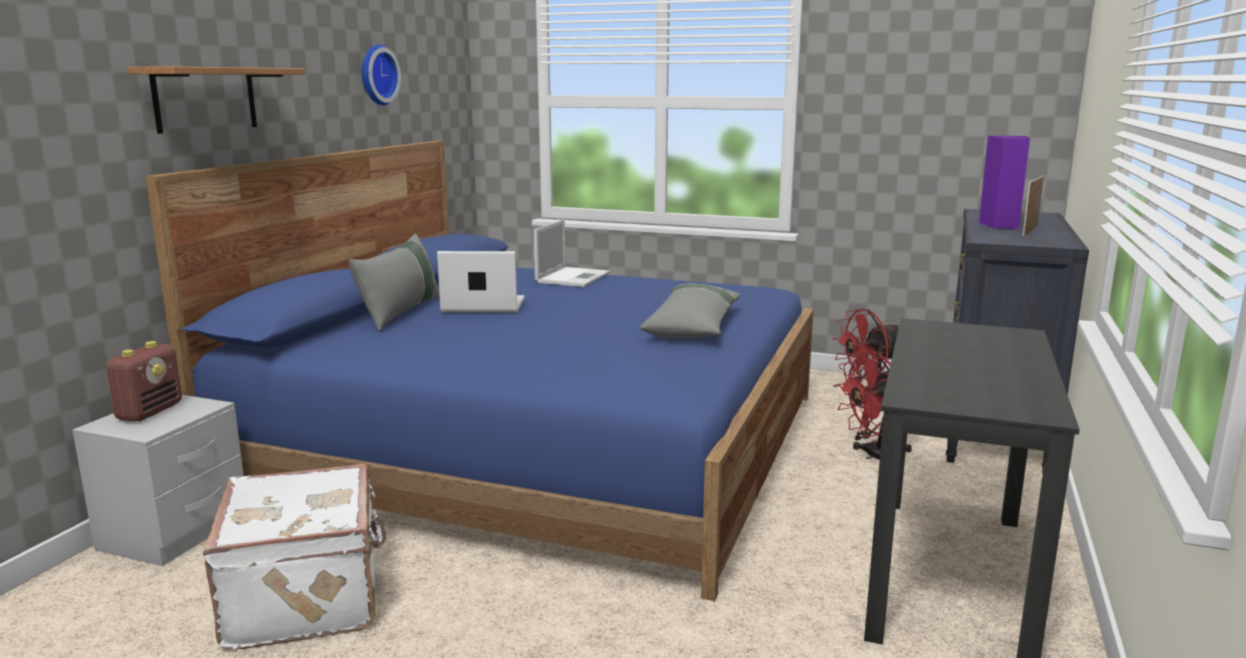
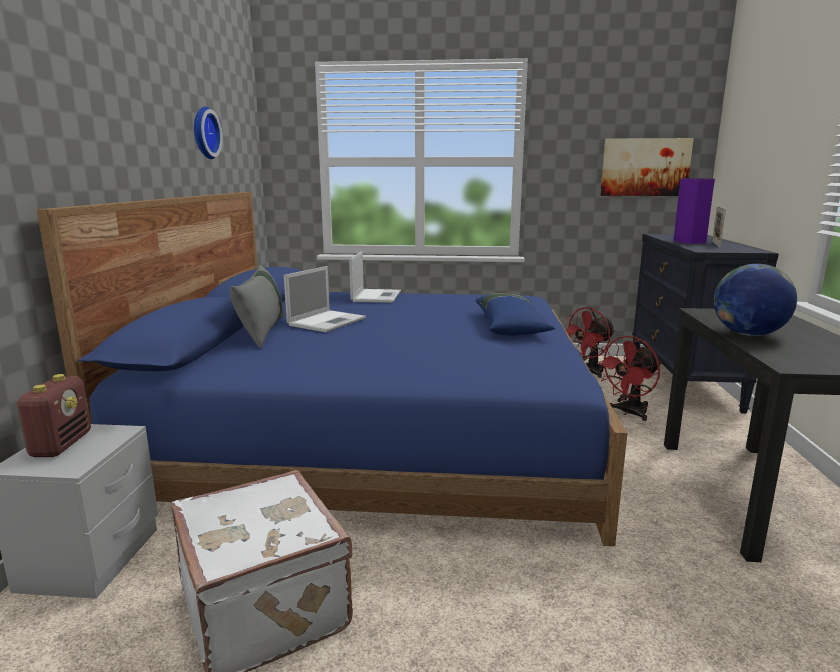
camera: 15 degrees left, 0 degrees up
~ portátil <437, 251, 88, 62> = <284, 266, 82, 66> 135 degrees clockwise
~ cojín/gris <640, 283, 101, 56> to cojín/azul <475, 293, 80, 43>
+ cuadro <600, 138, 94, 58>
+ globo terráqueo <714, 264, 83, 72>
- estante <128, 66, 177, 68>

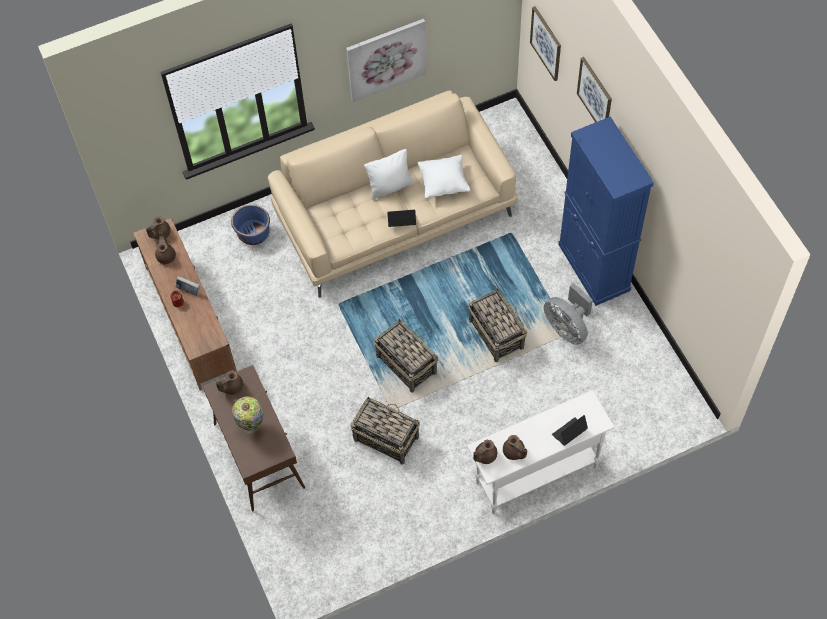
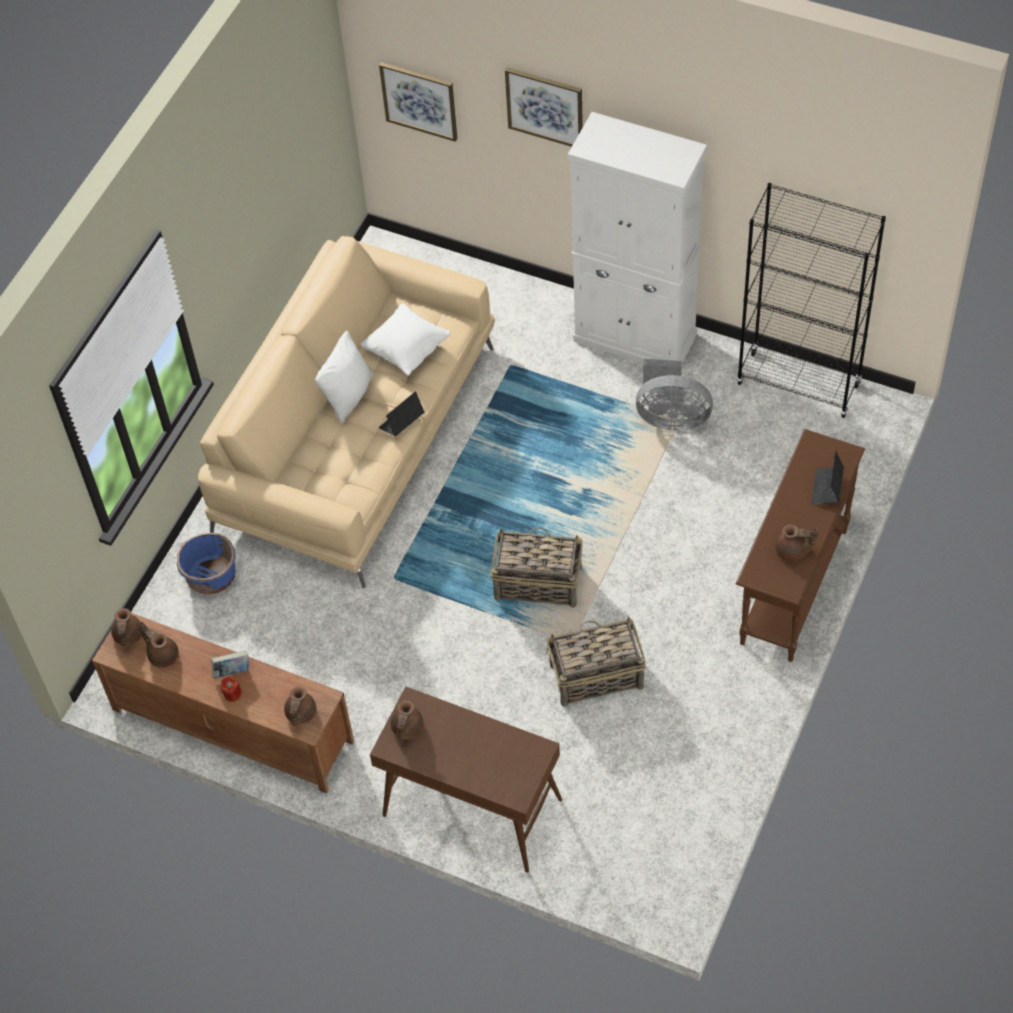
camera: 40 degrees left, 5 degrees down
~ tetera/marrón <473, 440, 24, 24> to <284, 686, 32, 40>
~ armario/azul <558, 117, 96, 189> to armario/blanco <568, 112, 139, 251>
+ estantería/negro <736, 183, 150, 235>
~ mesa consola/blanco <467, 390, 148, 124> to mesa consola/marrón <736, 429, 129, 233>
- lámpara de mesa <232, 396, 31, 38>
- cuadro <346, 19, 81, 83>
- cesta <468, 288, 59, 74>

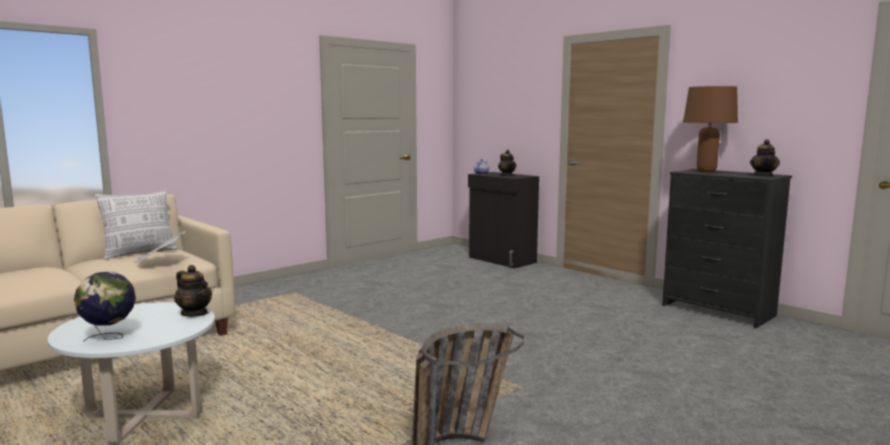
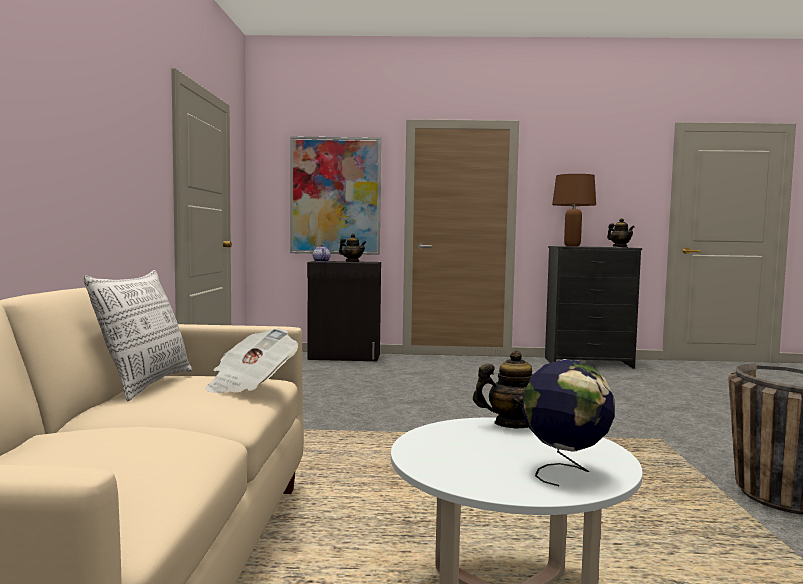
camera: 45 degrees left, 5 degrees down
+ cuadro <290, 136, 91, 119>

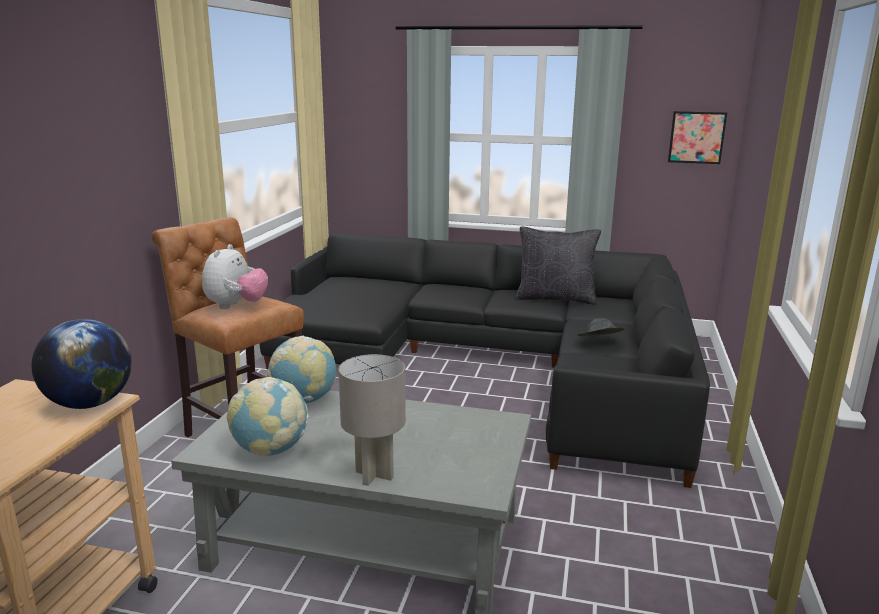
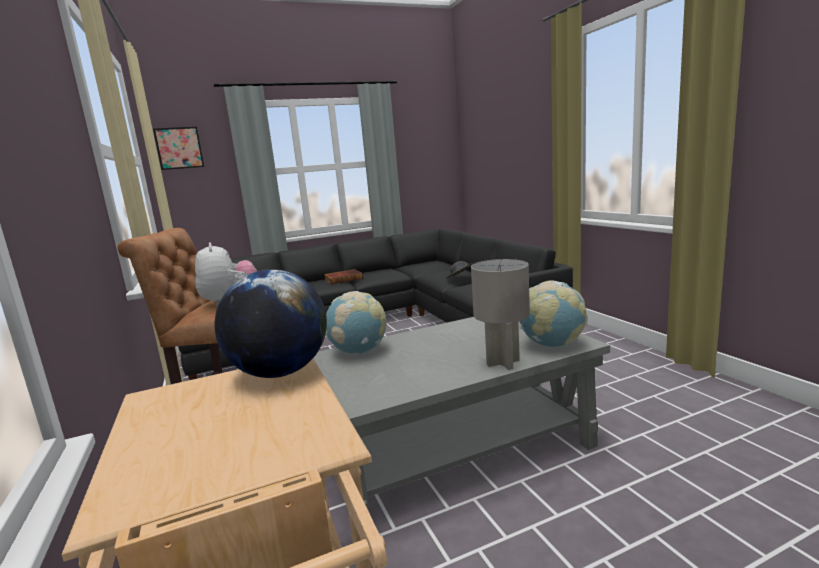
camera: 35 degrees left, 5 degrees down
~ cuadro <668, 111, 59, 53> to <153, 127, 51, 43>
+ libro <324, 269, 39, 15>
~ globo terráqueo <227, 377, 82, 79> to <520, 281, 68, 66>
- cojín/negro <515, 226, 86, 79>

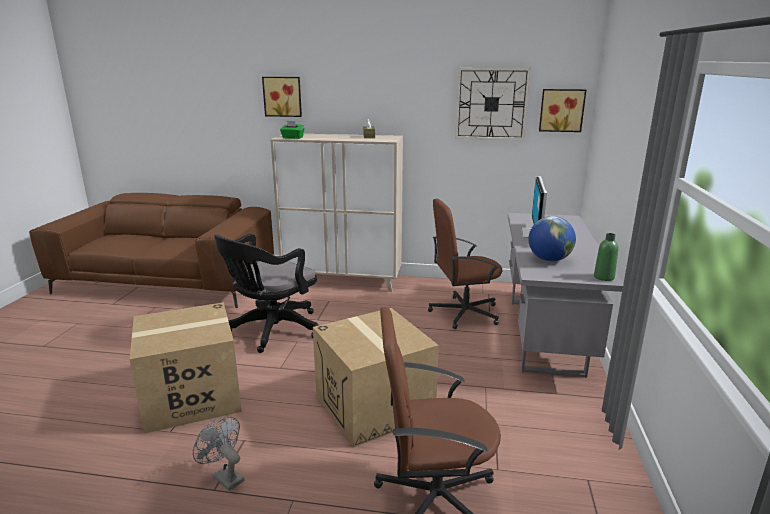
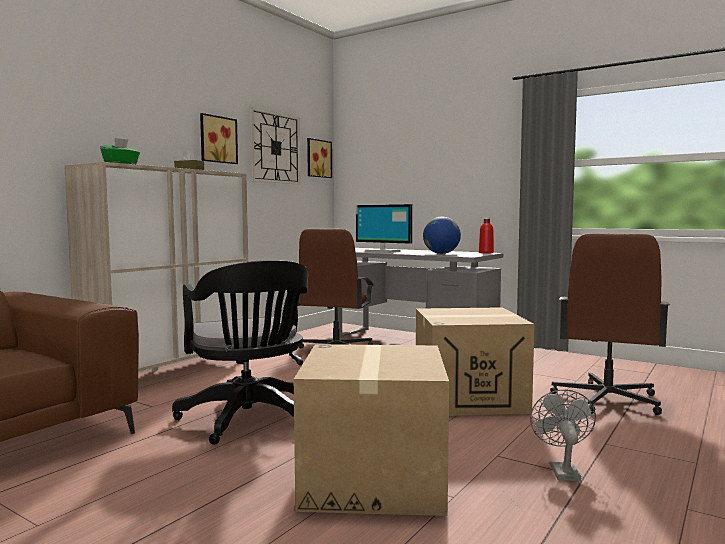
camera: 65 degrees left, 15 degrees down
~ cuadro <262, 77, 40, 40> to <200, 113, 38, 51>
~ botella/verde <594, 233, 24, 48> to botella/rojo <479, 219, 15, 34>
~ ventilador/gris <193, 417, 51, 74> = <530, 390, 66, 91> 120 degrees clockwise

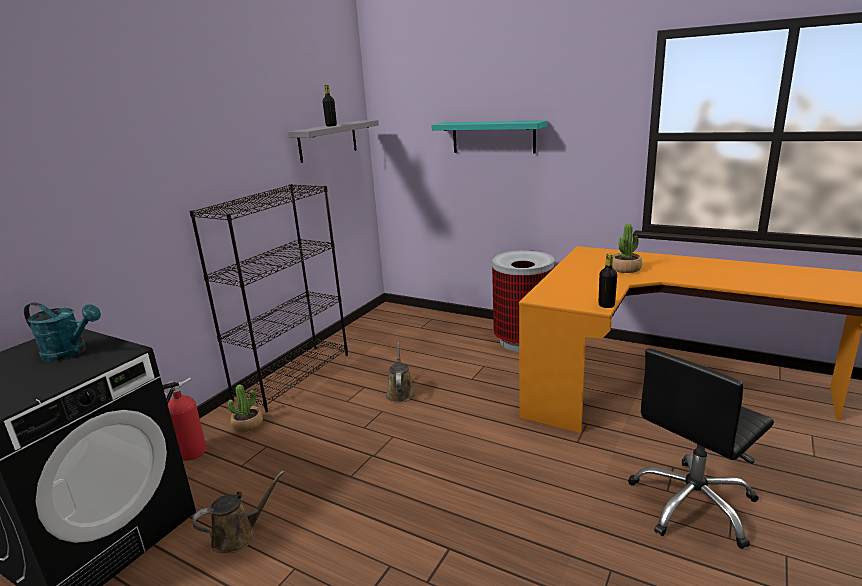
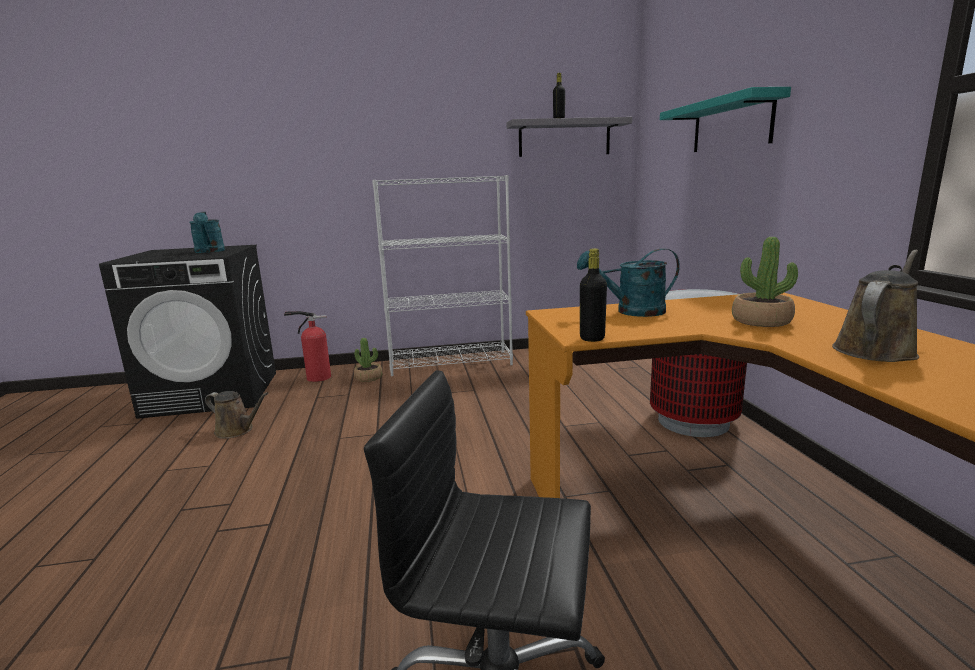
camera: 50 degrees right, 5 degrees down
~ estantería/negro <190, 184, 158, 229> to estantería/blanco <372, 175, 141, 201>
+ regadera/turquesa <577, 248, 103, 69>
~ regadera/marrón <386, 342, 30, 61> to <832, 250, 87, 112>

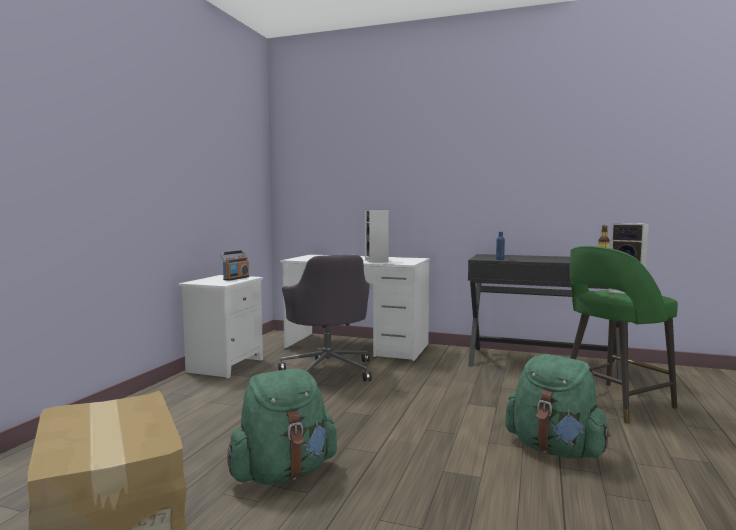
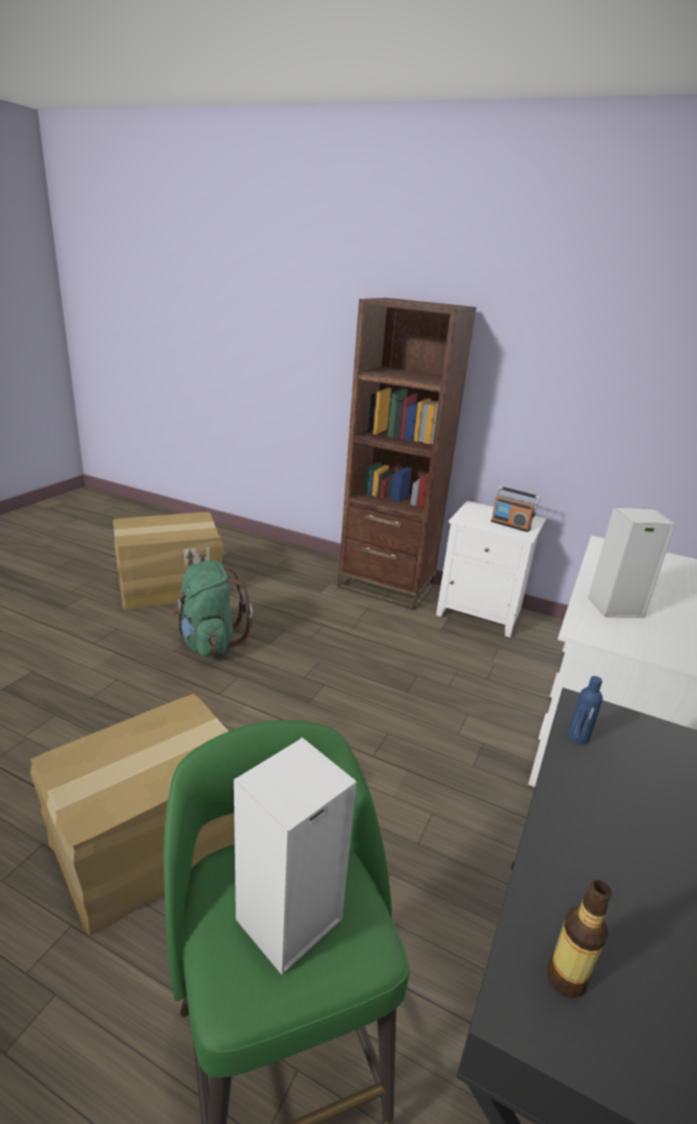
camera: 95 degrees right, 20 degrees up
~ mochila/verde <505, 354, 106, 105> to caja de cartón <30, 694, 205, 242>
+ estantería/marrón <337, 298, 140, 312>
- silla de oficina/gris <278, 255, 94, 127>

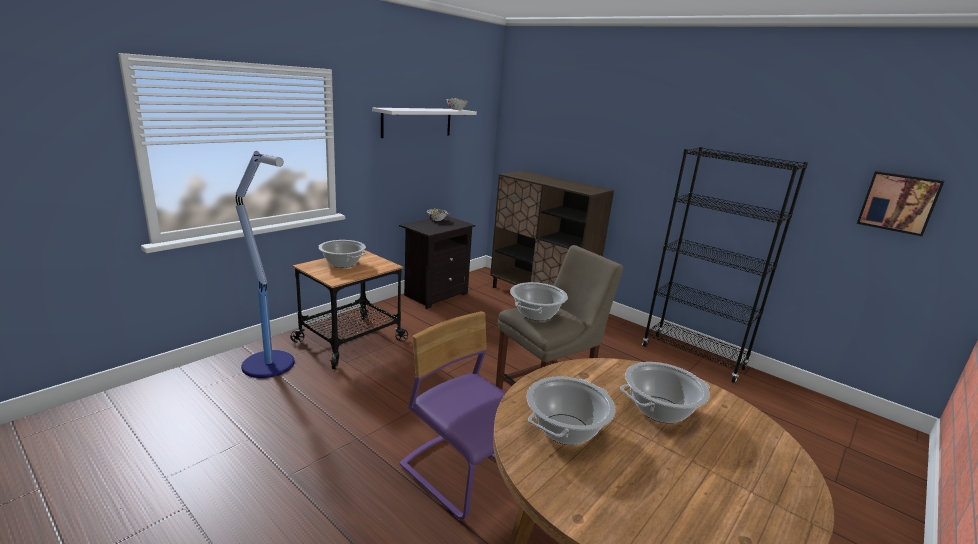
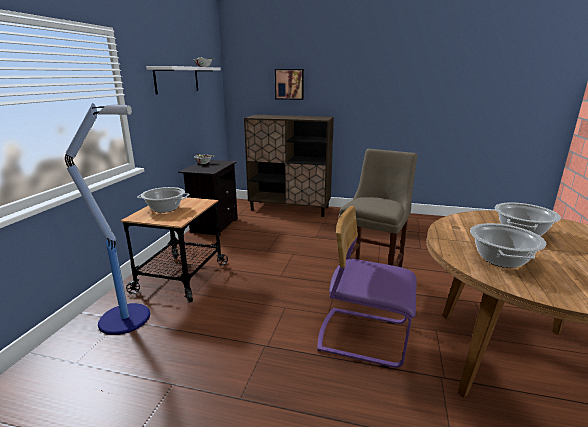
camera: 25 degrees left, 0 degrees up
~ cuadro <857, 171, 87, 65> to <275, 69, 29, 31>
- olla <510, 282, 58, 39>
- estantería/negro <642, 147, 166, 236>

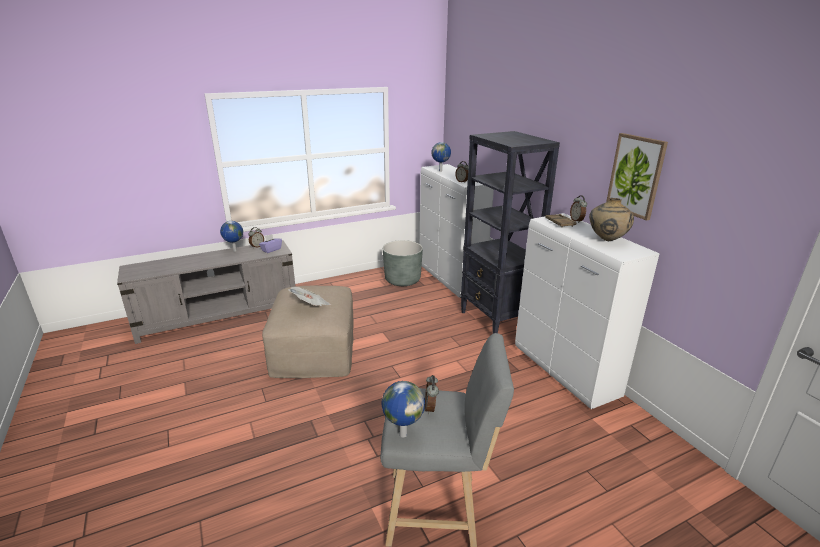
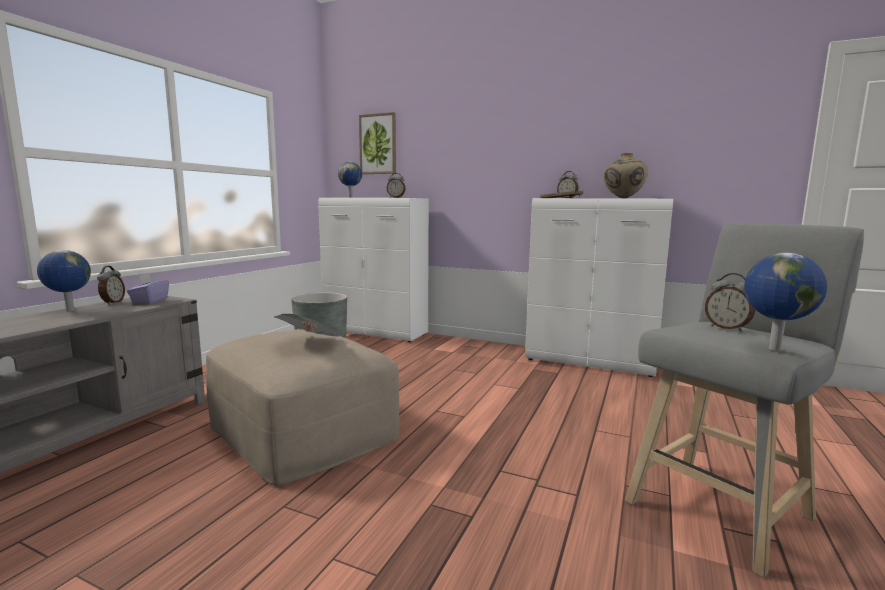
camera: 40 degrees left, 15 degrees down
~ cuadro <606, 133, 62, 88> to <359, 112, 37, 62>
- estantería/negro <461, 131, 99, 203>

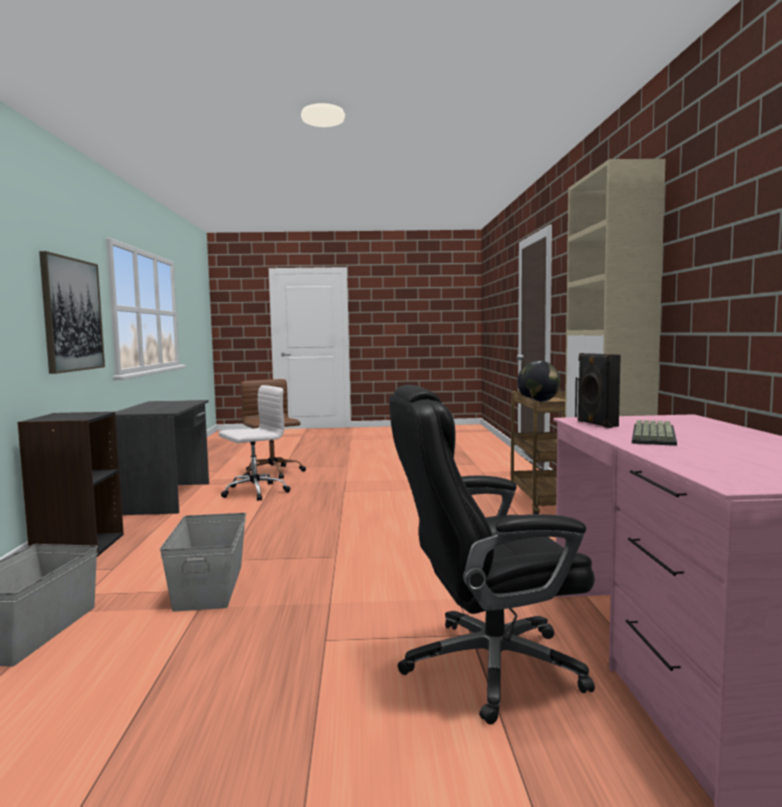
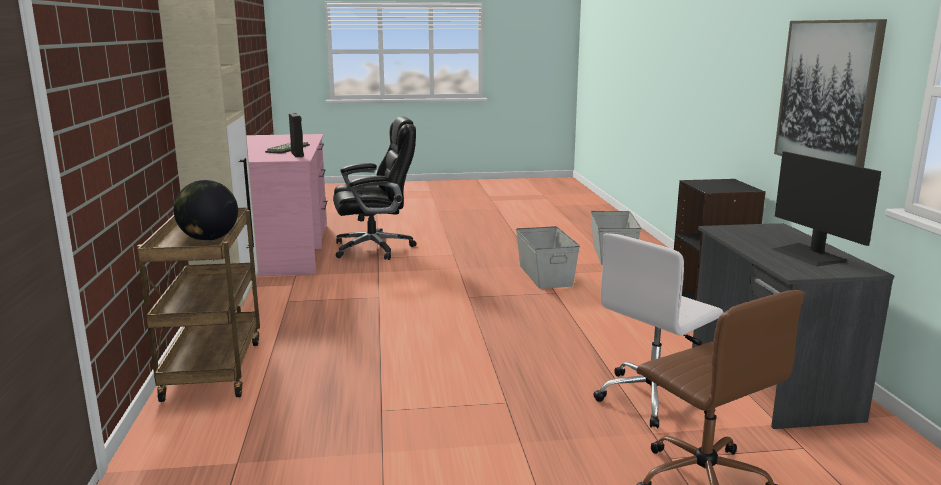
camera: 175 degrees right, 10 degrees up
+ monitor <772, 151, 109, 115>

